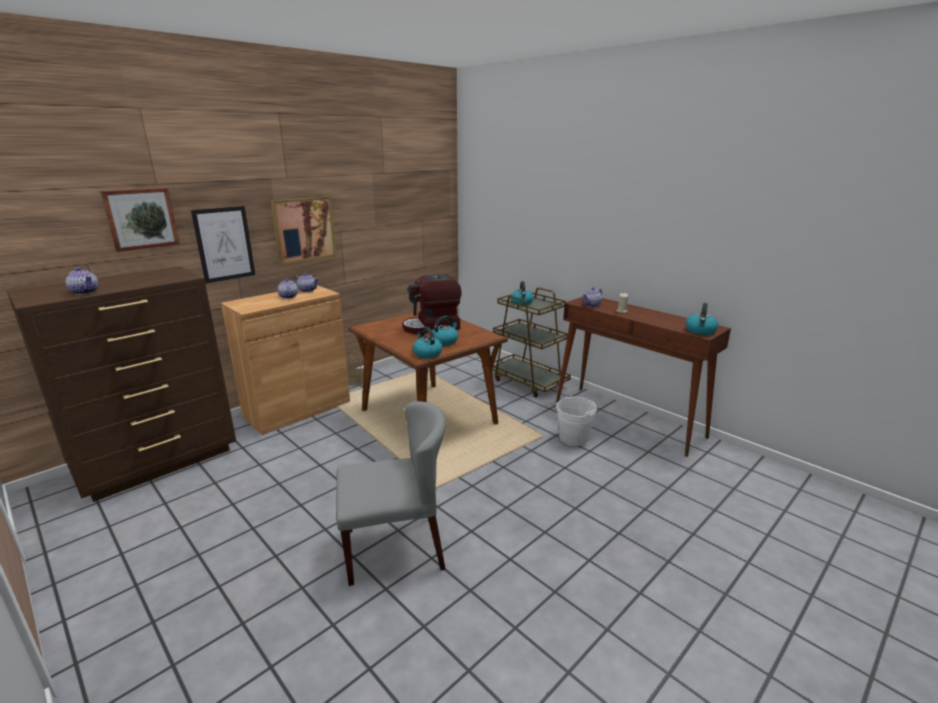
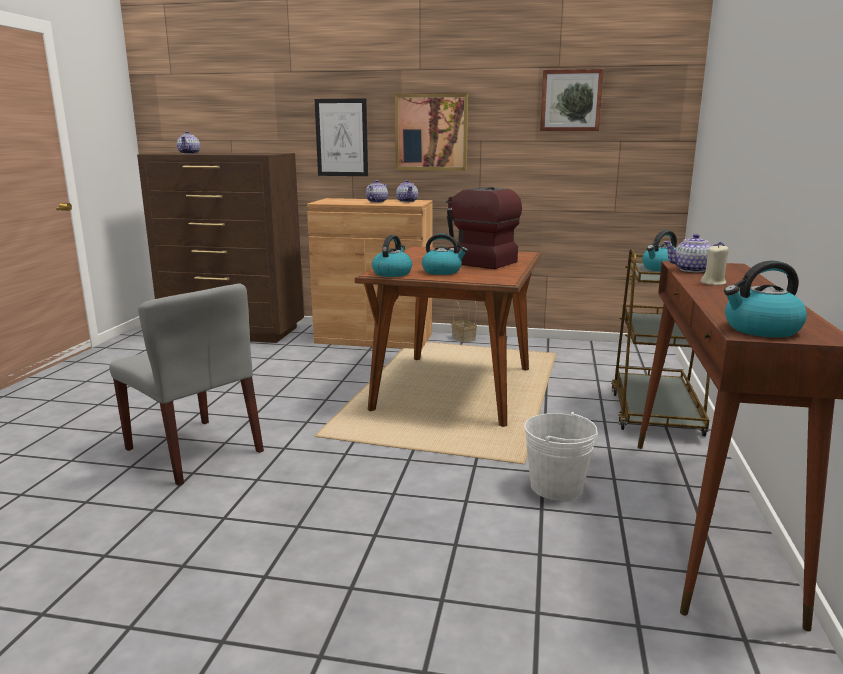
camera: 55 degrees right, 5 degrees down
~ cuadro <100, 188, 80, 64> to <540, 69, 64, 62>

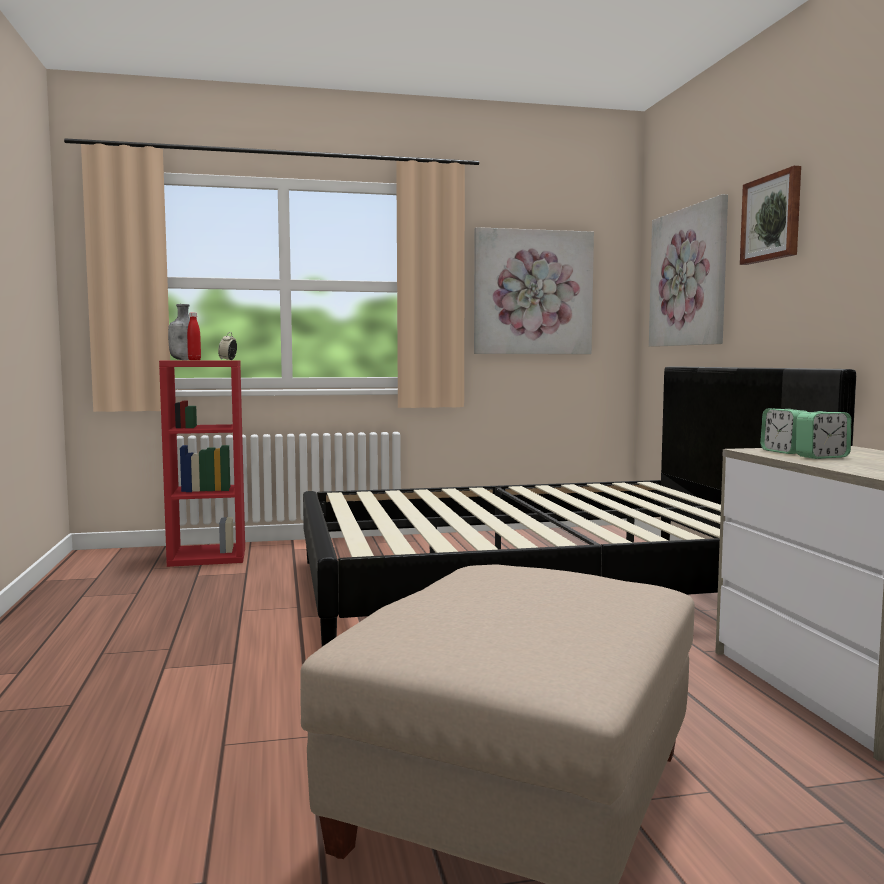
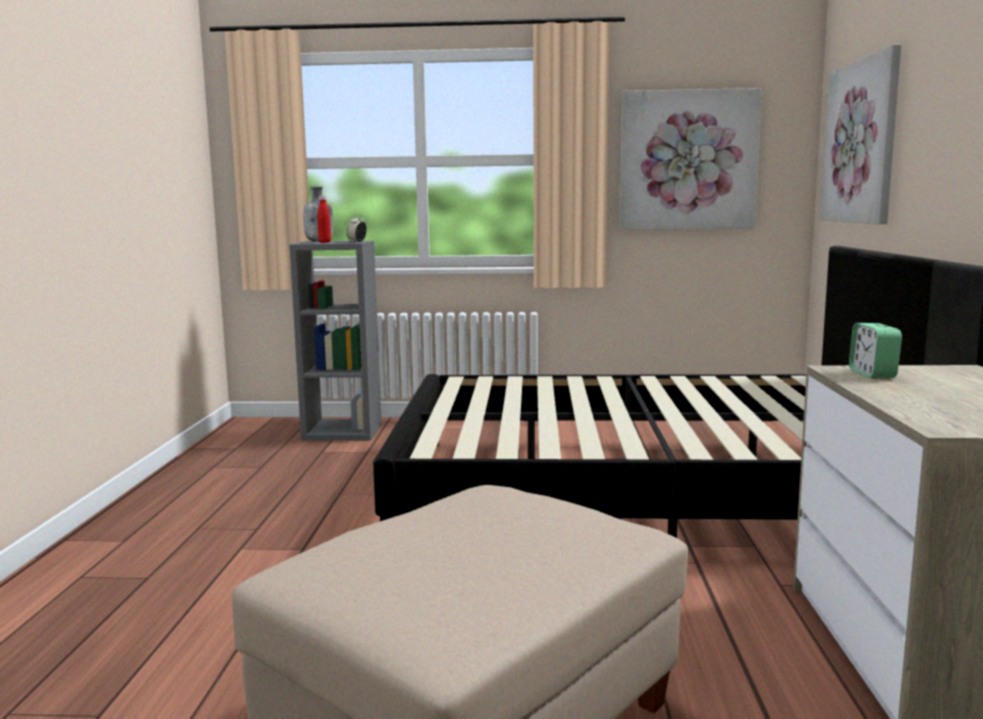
camera: 15 degrees right, 5 degrees up
~ estantería/rojo <159, 361, 86, 206> to estantería/gris <289, 241, 92, 200>
- cuadro <740, 166, 61, 99>
- despertador <796, 411, 55, 48>

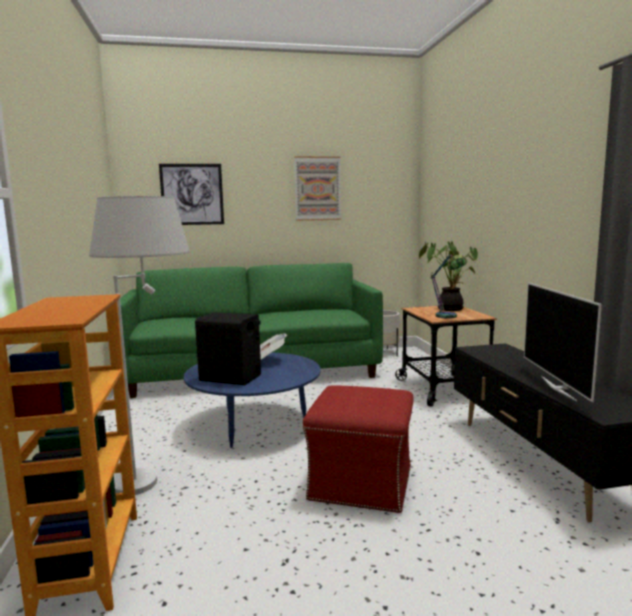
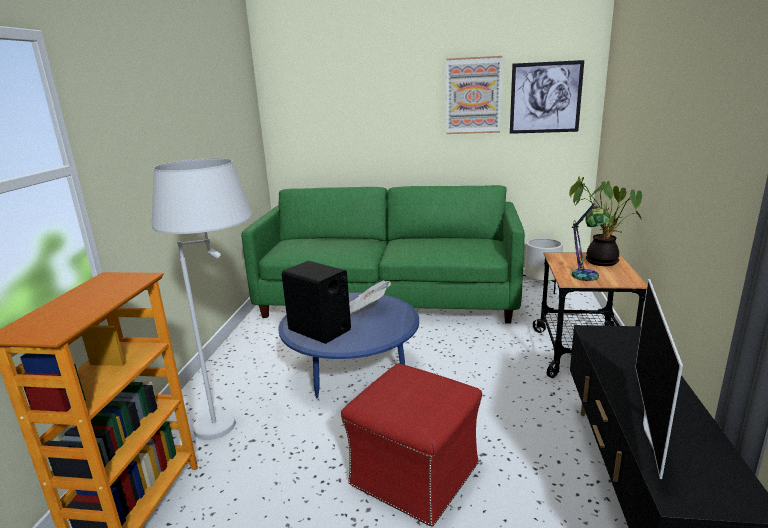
camera: 20 degrees right, 10 degrees up
~ cuadro <159, 164, 65, 61> to <510, 60, 74, 74>

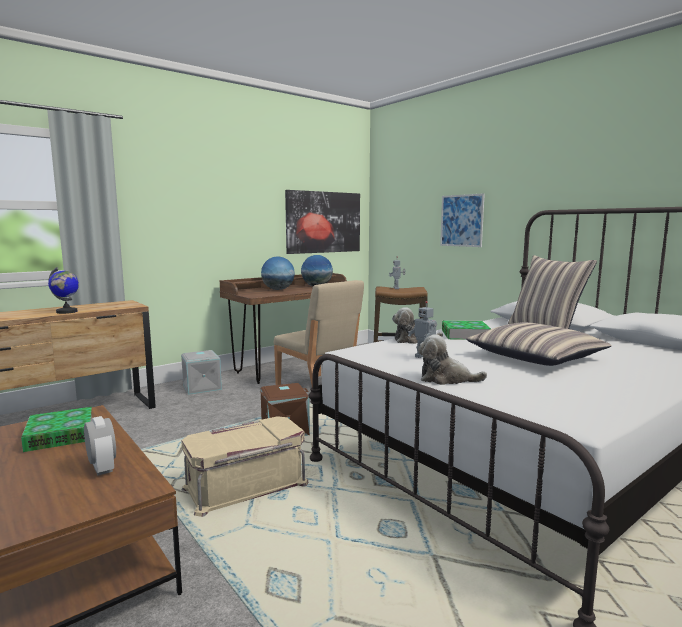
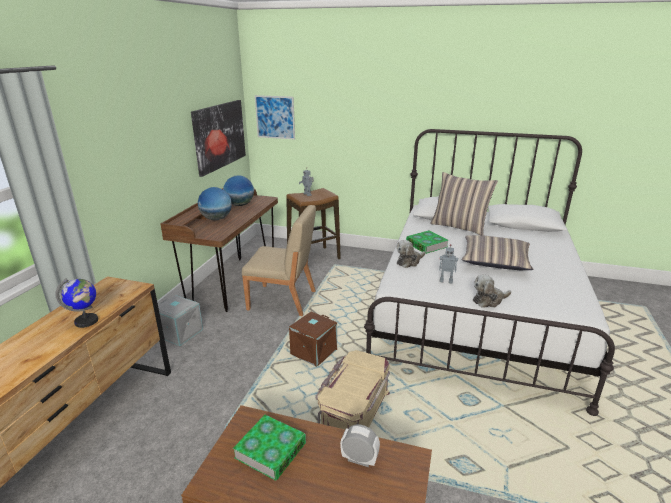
camera: 35 degrees left, 15 degrees up
~ cuadro <440, 193, 45, 54> to <255, 95, 40, 44>

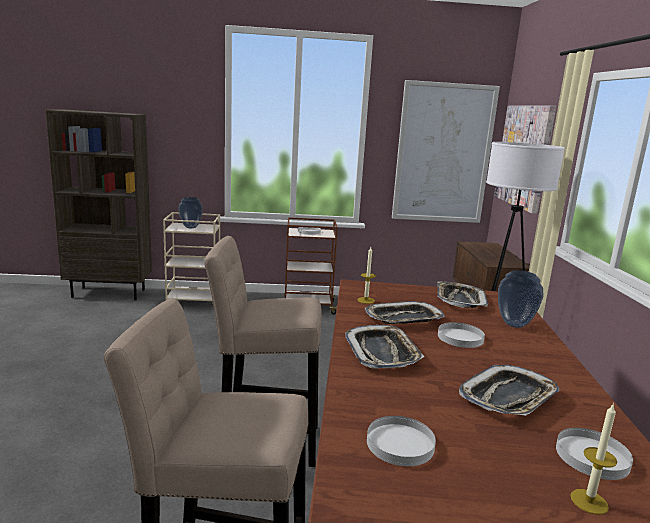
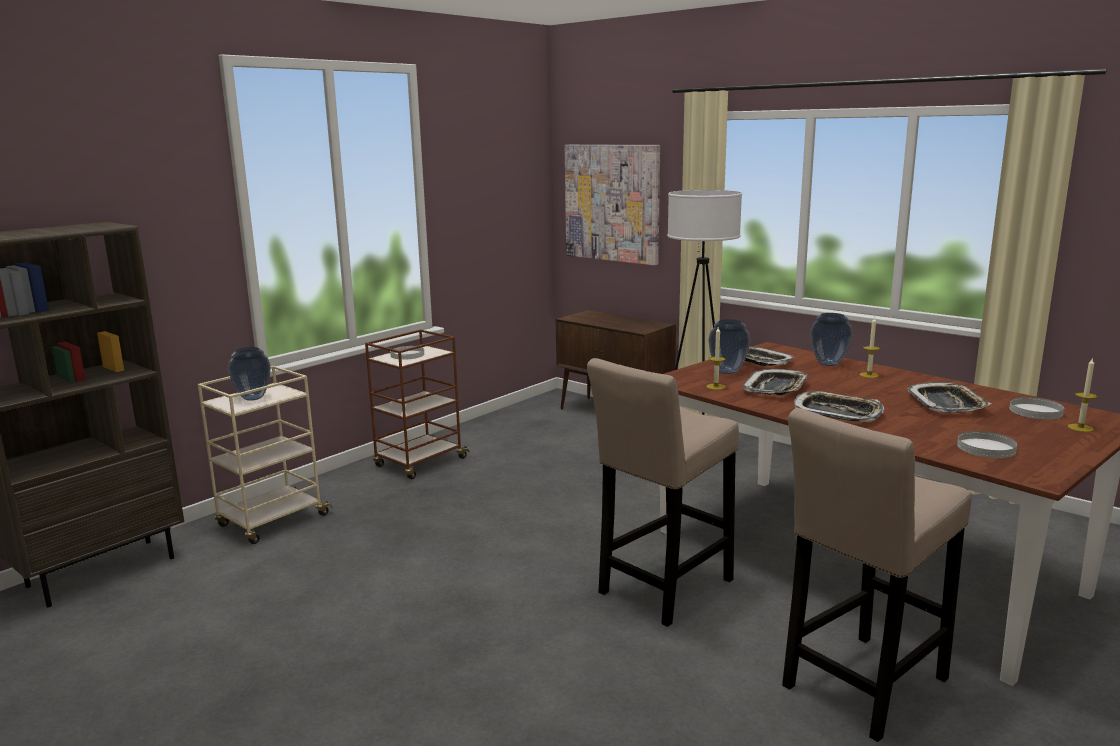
camera: 45 degrees left, 0 degrees up
+ florero <708, 319, 43, 55>
+ vela <859, 316, 21, 62>
- cuadro <392, 80, 108, 143>
- plato/blanco <438, 322, 47, 26>

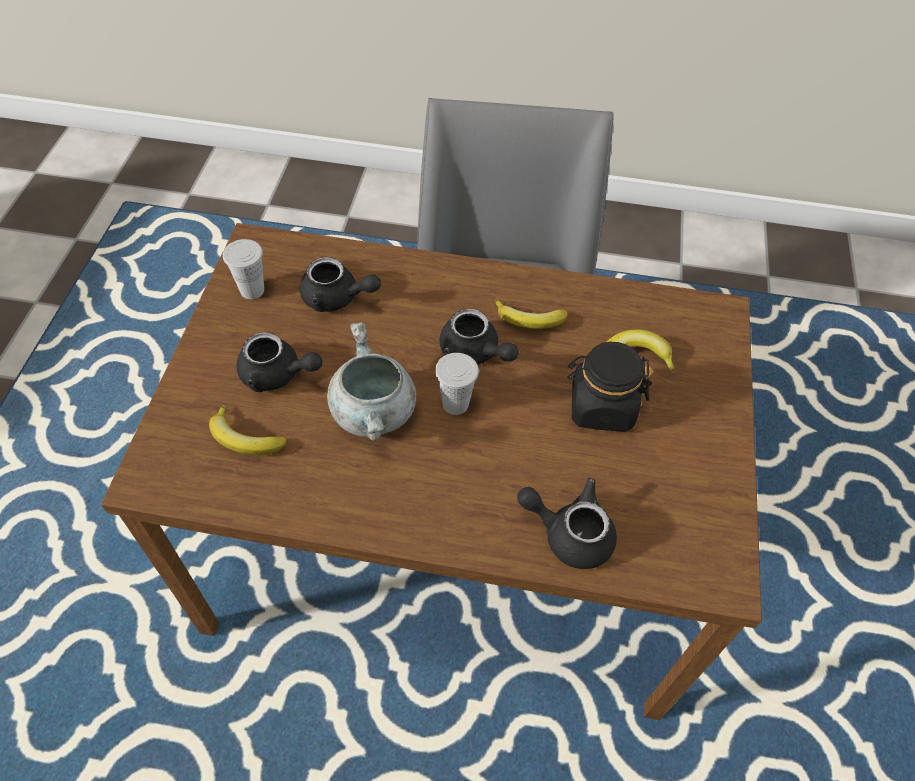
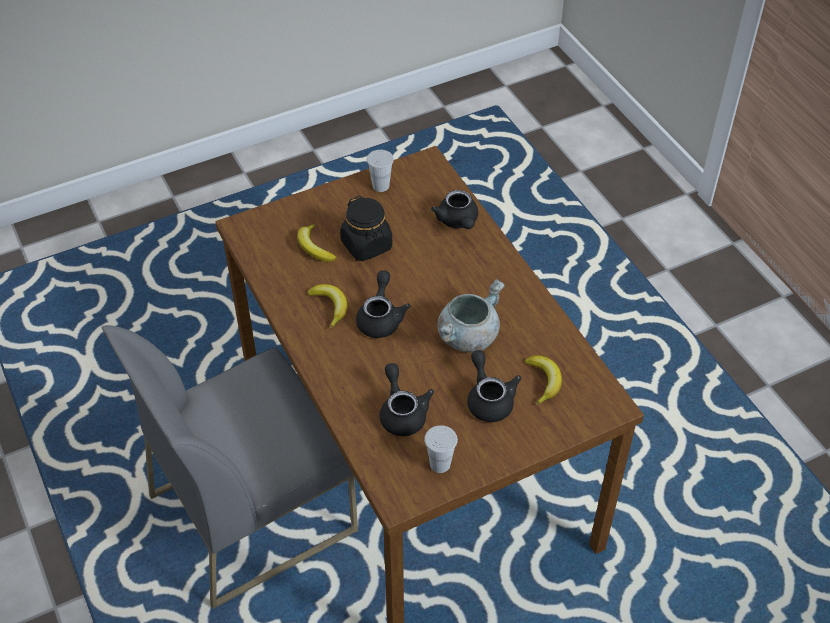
camera: 125 degrees left, 5 degrees down
~ taza/blanco <435, 353, 44, 62> to <367, 150, 27, 42>

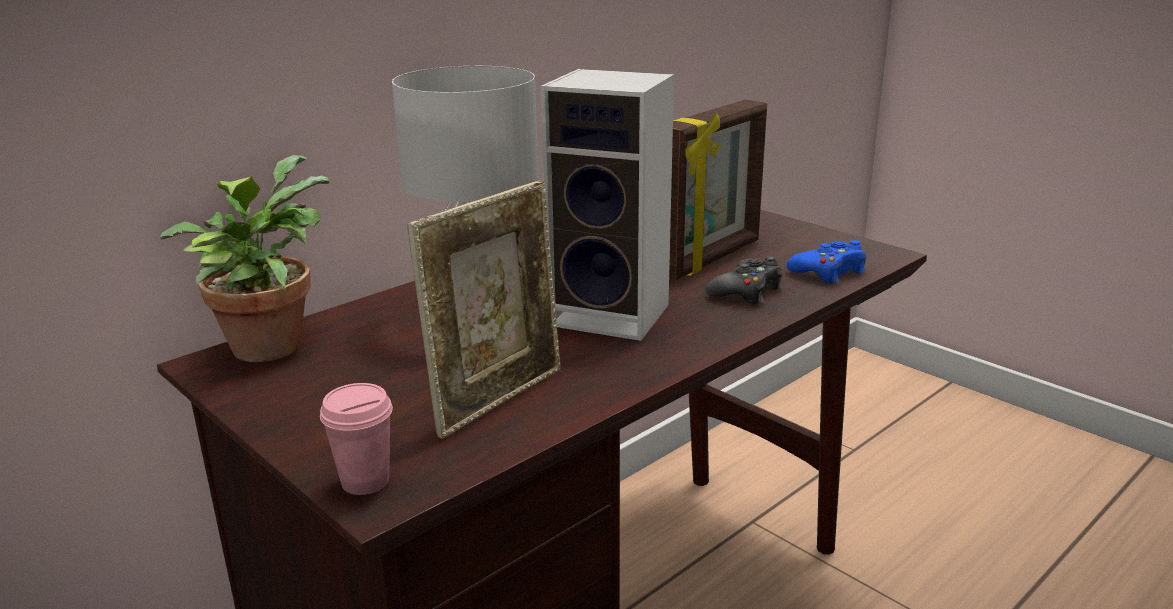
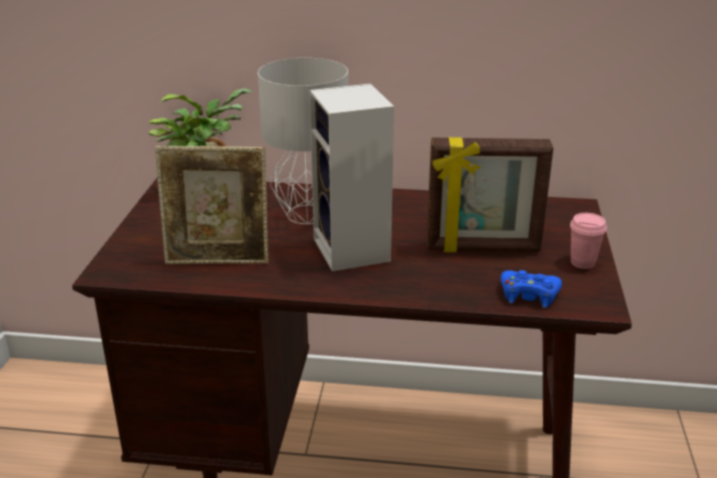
camera: 50 degrees right, 5 degrees up
~ taza/rosa <320, 383, 73, 112> to <570, 213, 37, 56>
- mando de consola/negro <705, 256, 78, 49>

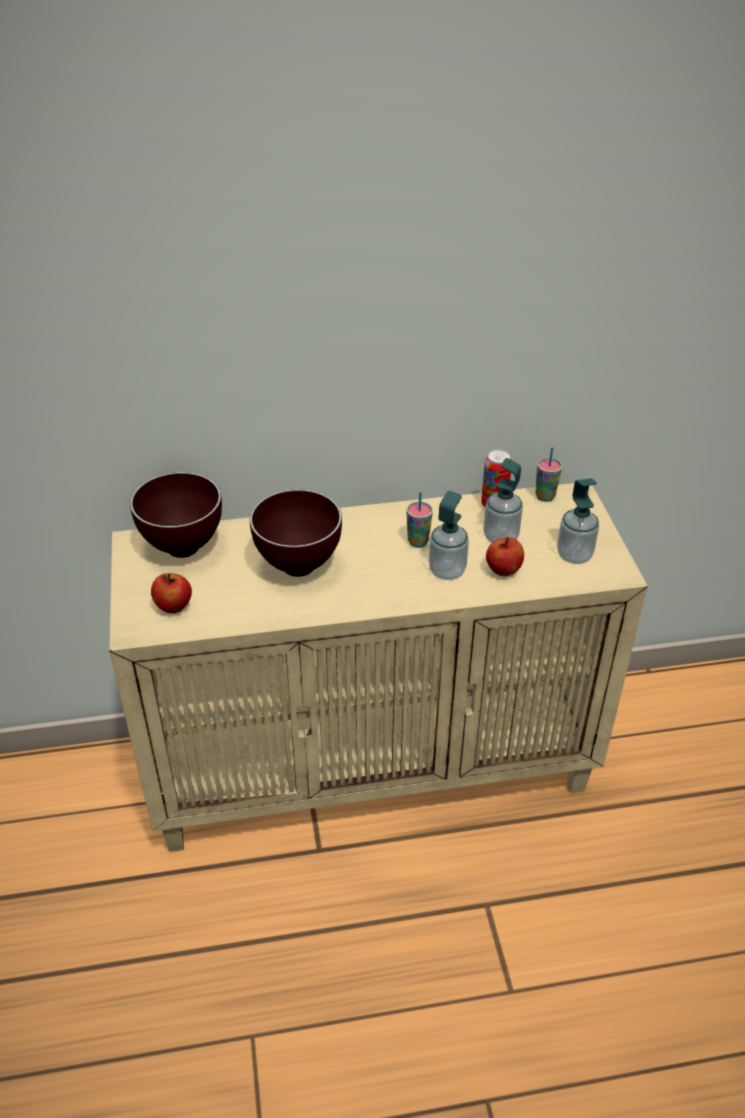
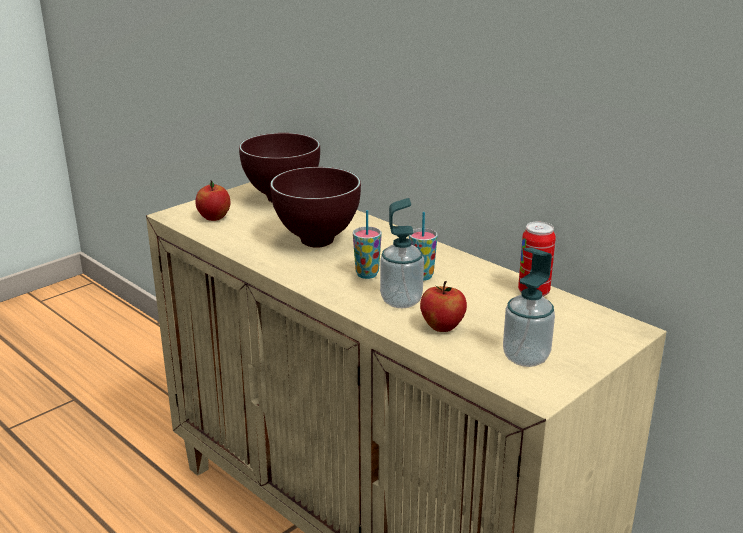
camera: 55 degrees right, 15 degrees down
~ taza <535, 447, 27, 55> to <353, 210, 29, 69>
- dispensador de jabón <483, 458, 40, 85>

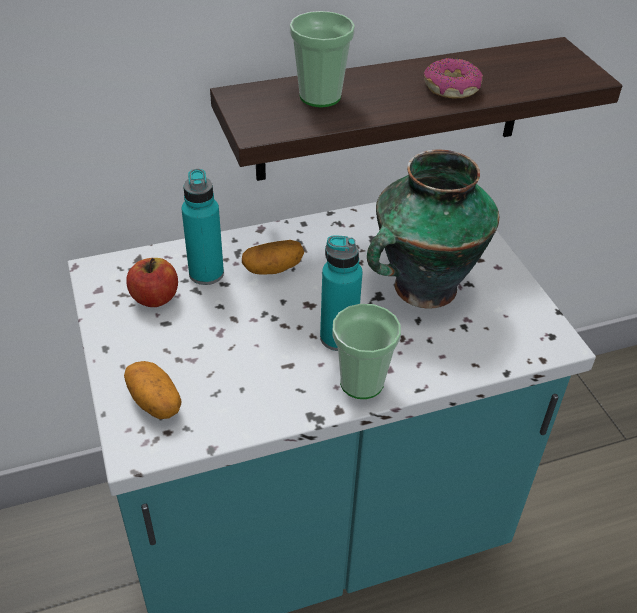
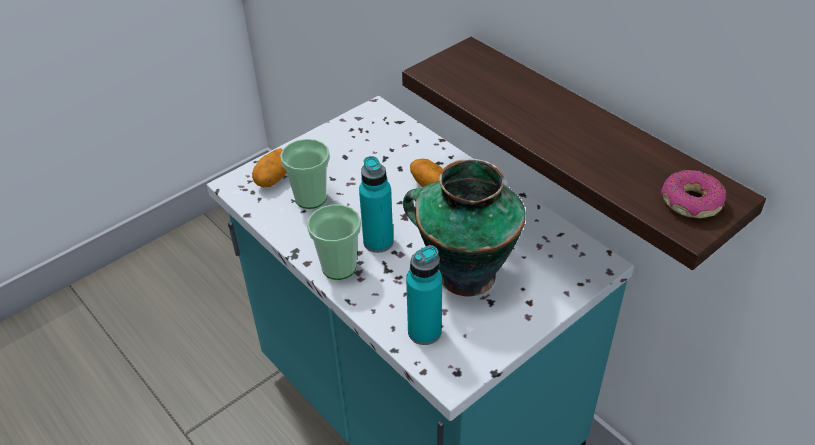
camera: 70 degrees right, 0 degrees up
~ taza <290, 11, 65, 96> to <280, 139, 50, 70>
~ botella/turquesa <181, 169, 43, 116> to <406, 245, 36, 100>
~ rosquilla <424, 58, 59, 41> to <661, 170, 65, 48>
- manzana <126, 258, 52, 49>

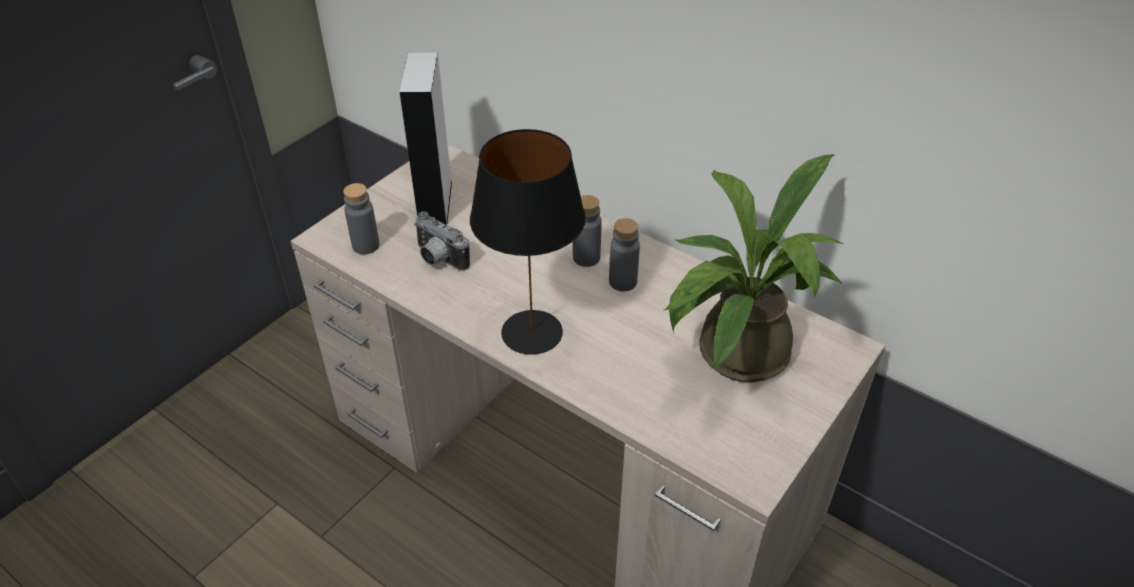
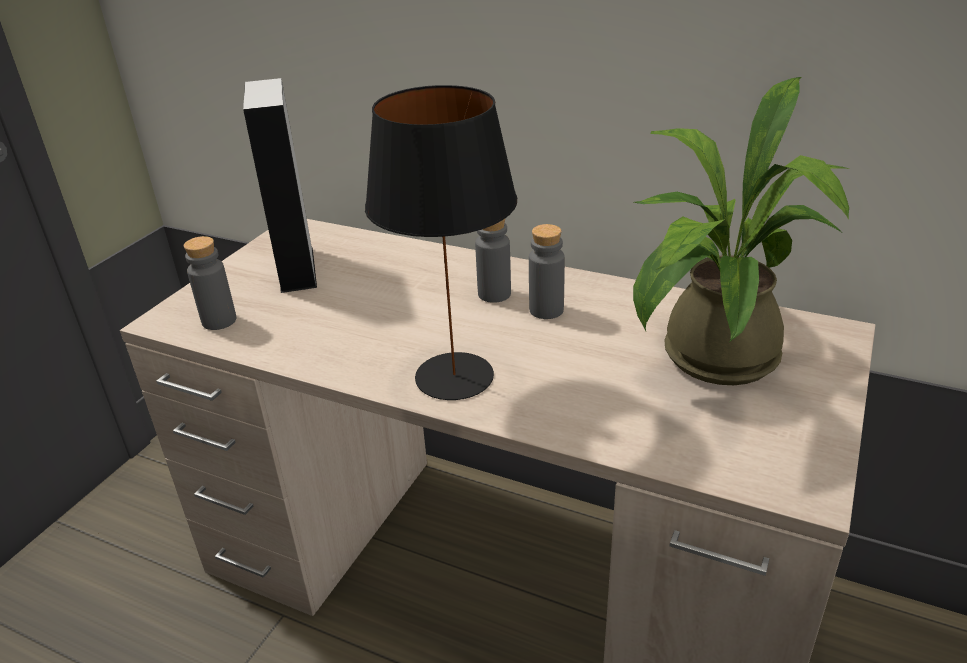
camera: 10 degrees left, 10 degrees down
- cámara <414, 211, 56, 60>

